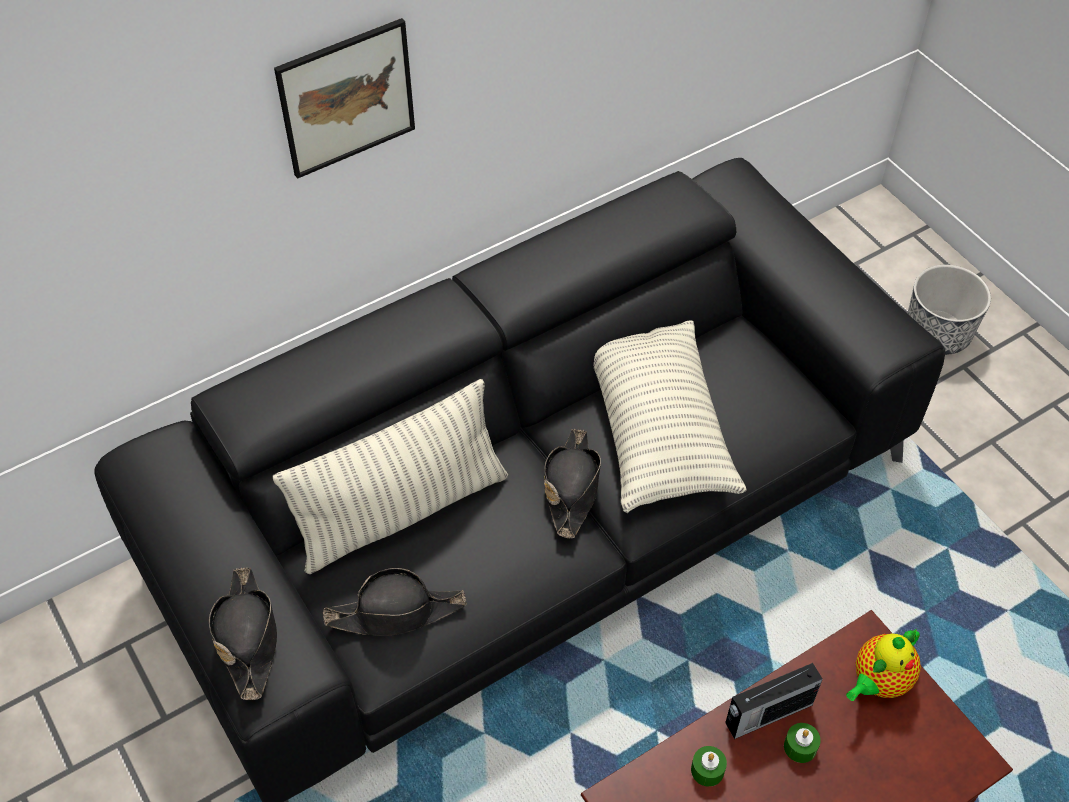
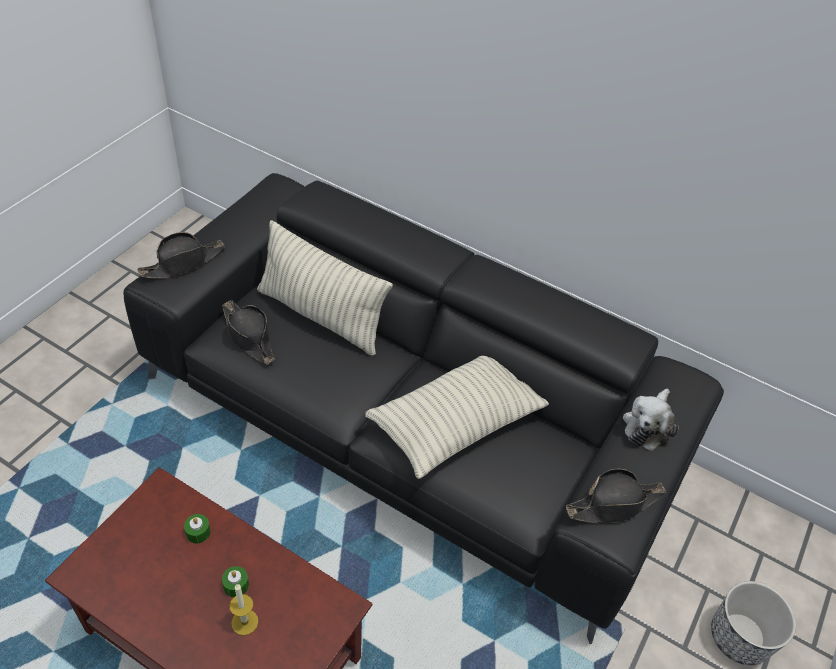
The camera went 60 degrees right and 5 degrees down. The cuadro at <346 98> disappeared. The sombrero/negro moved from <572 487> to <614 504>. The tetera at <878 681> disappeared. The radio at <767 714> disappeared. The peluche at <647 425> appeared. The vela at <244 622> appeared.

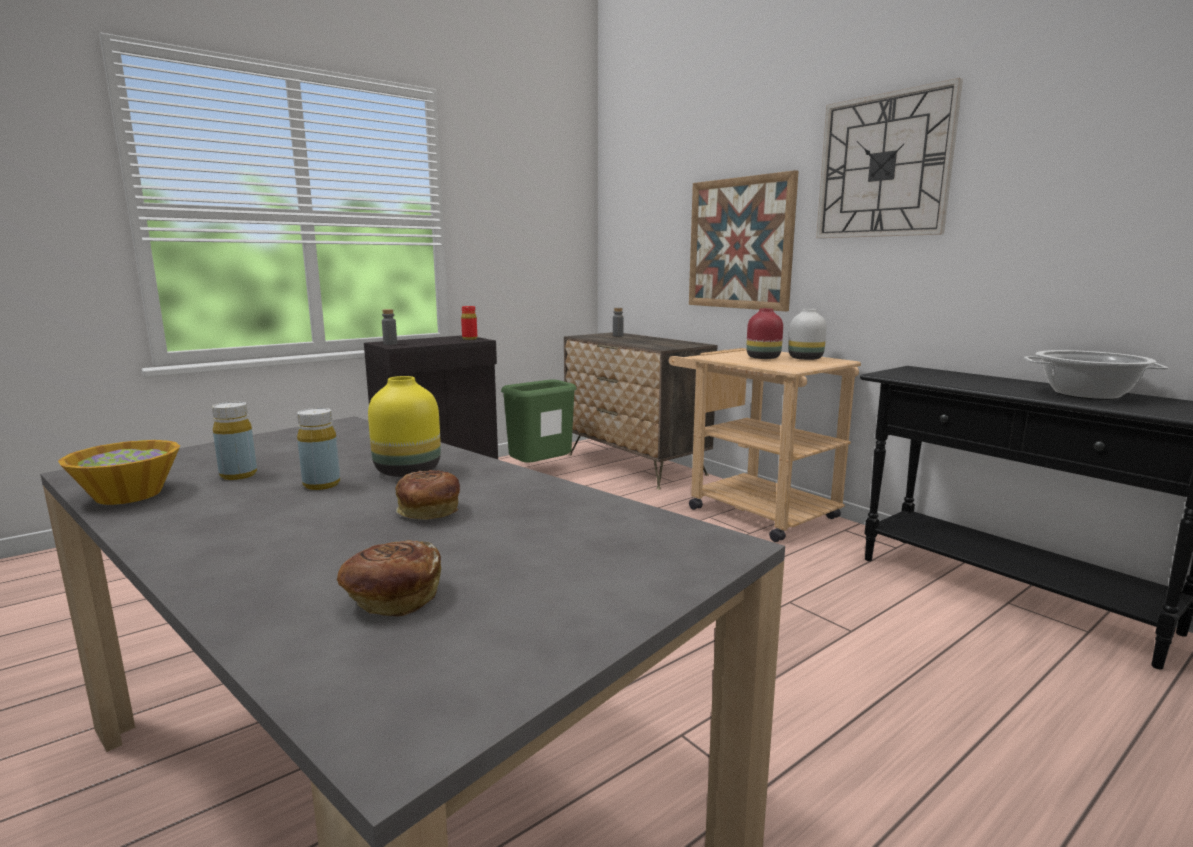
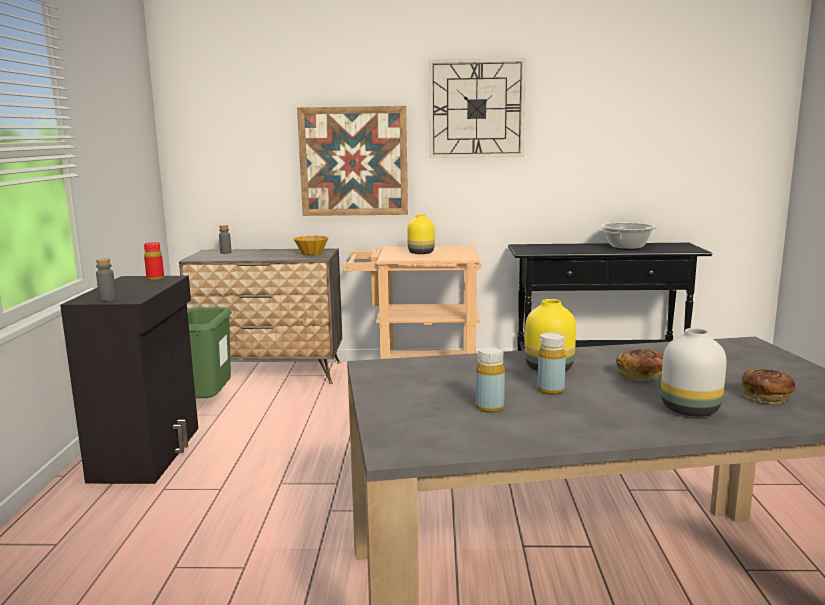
The camera went 50 degrees left and 0 degrees up. The florero/rojo at <762 358> became the florero/amarillo at <420 253>. The florero/blanco moved from <806 358> to <689 409>. The cuenco moved from <129 494> to <311 253>.

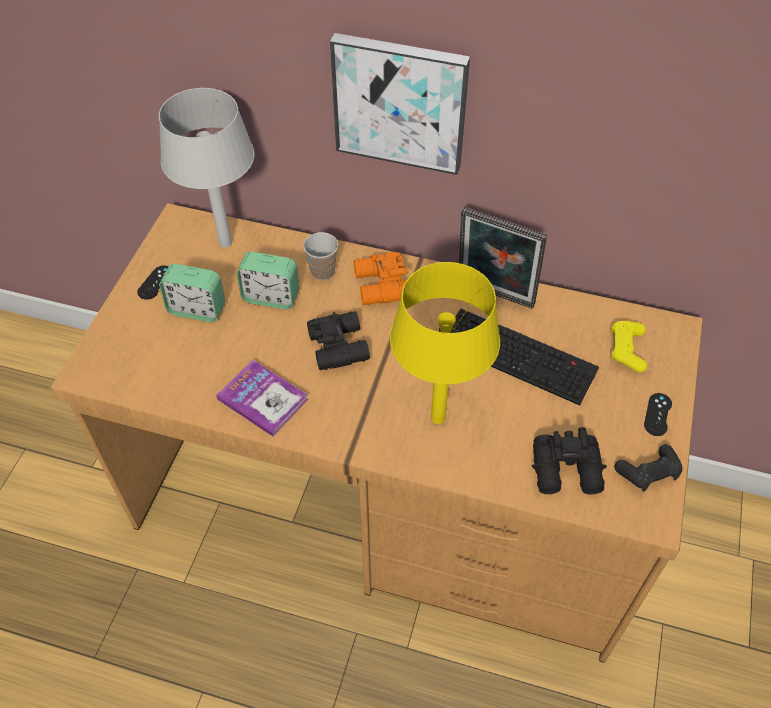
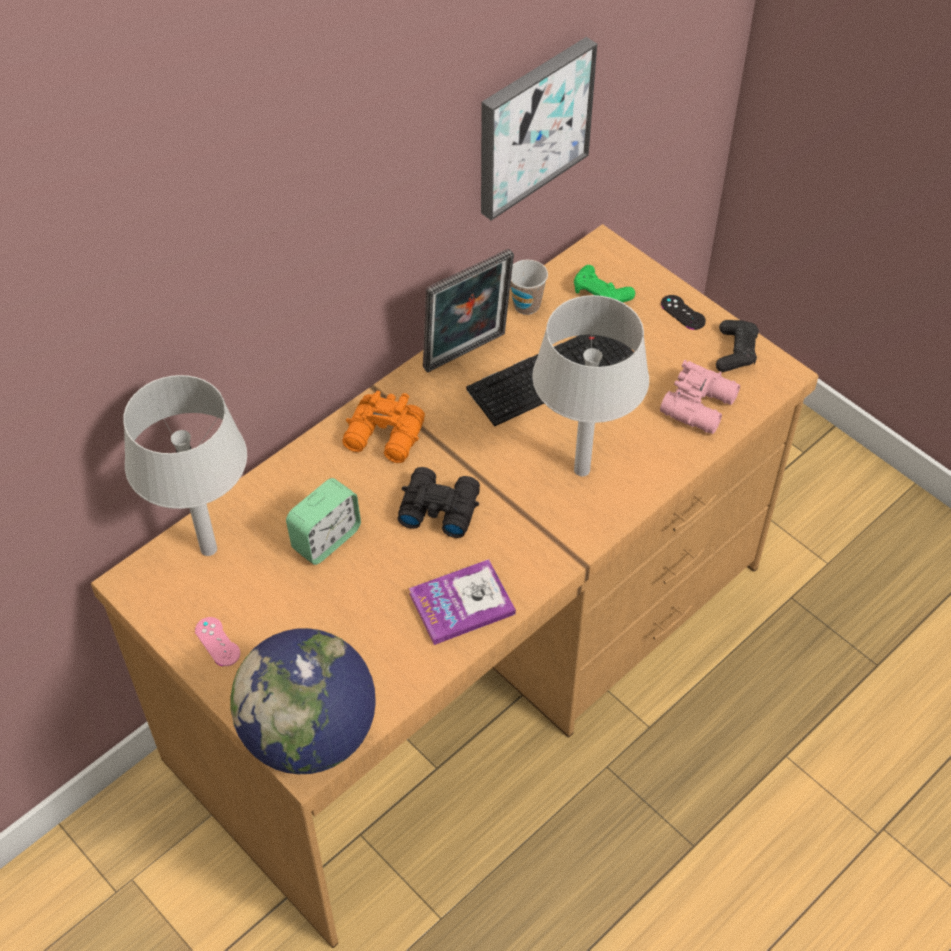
The camera went 60 degrees left and 0 degrees up. The cuadro moved from <400 102> to <532 126>. The taza moved from <323 272> to <526 305>. The lámpara de mesa/amarillo at <436 417> became the lámpara de mesa/gris at <581 470>. The despertador at <197 309> disappeared. The mando de consola/negro at <155 282> became the mando de consola/rosa at <217 642>. The mando de consola/amarillo at <626 350> became the mando de consola/verde at <601 294>. The prismáticos/negro at <567 471> became the prismáticos/rosa at <701 405>. The globo terráqueo at <310 734> appeared.

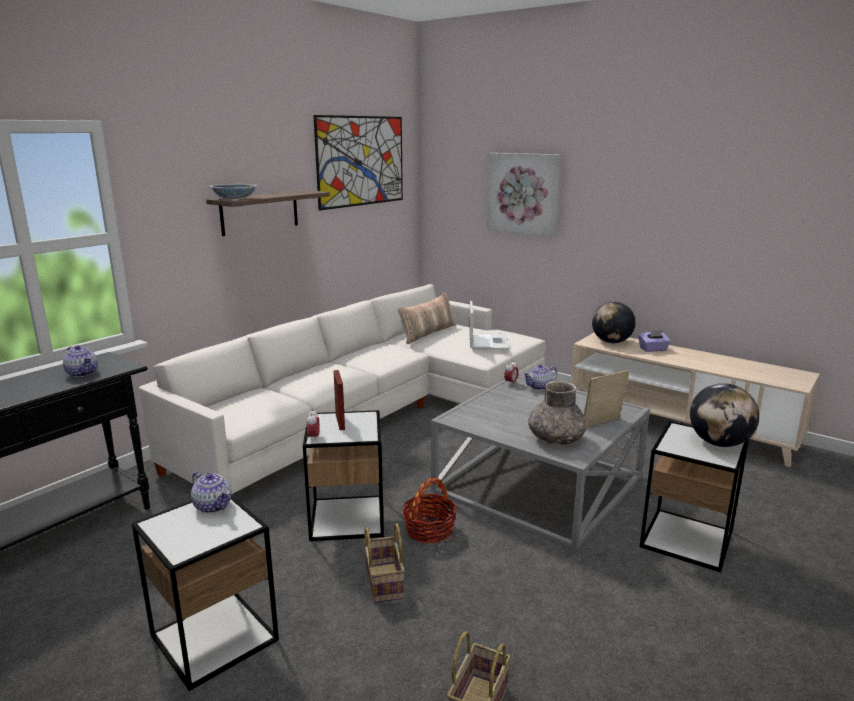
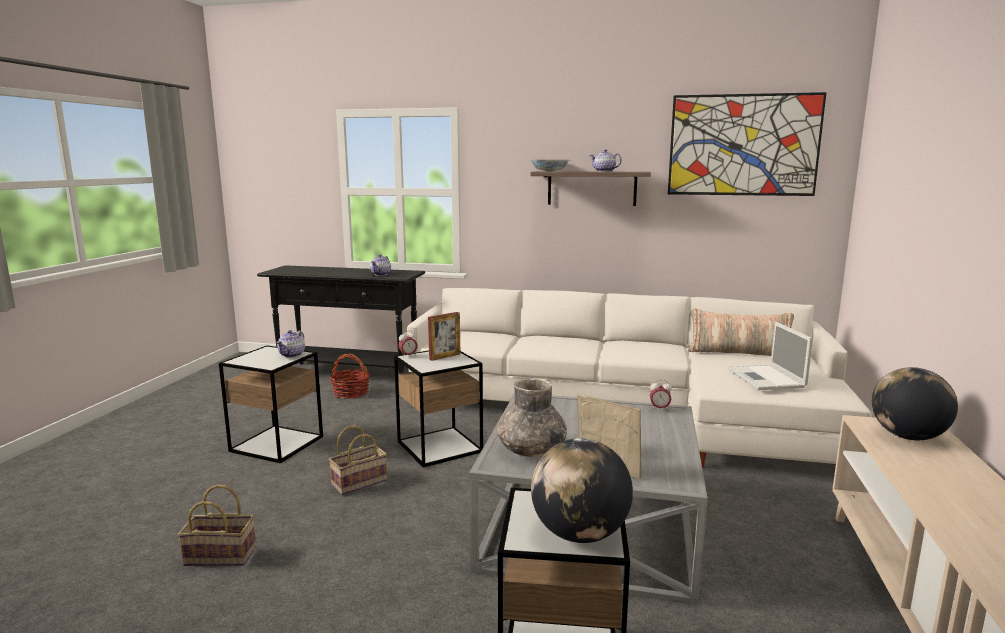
The camera went 65 degrees right and 5 degrees down. The cuadro at <523 193> disappeared. The portátil at <487 342> turned 105 degrees clockwise. The caja de pañuelos/morado at <653 349> disappeared. The tetera moved from <539 387> to <604 171>. The cesta moved from <429 530> to <351 393>.

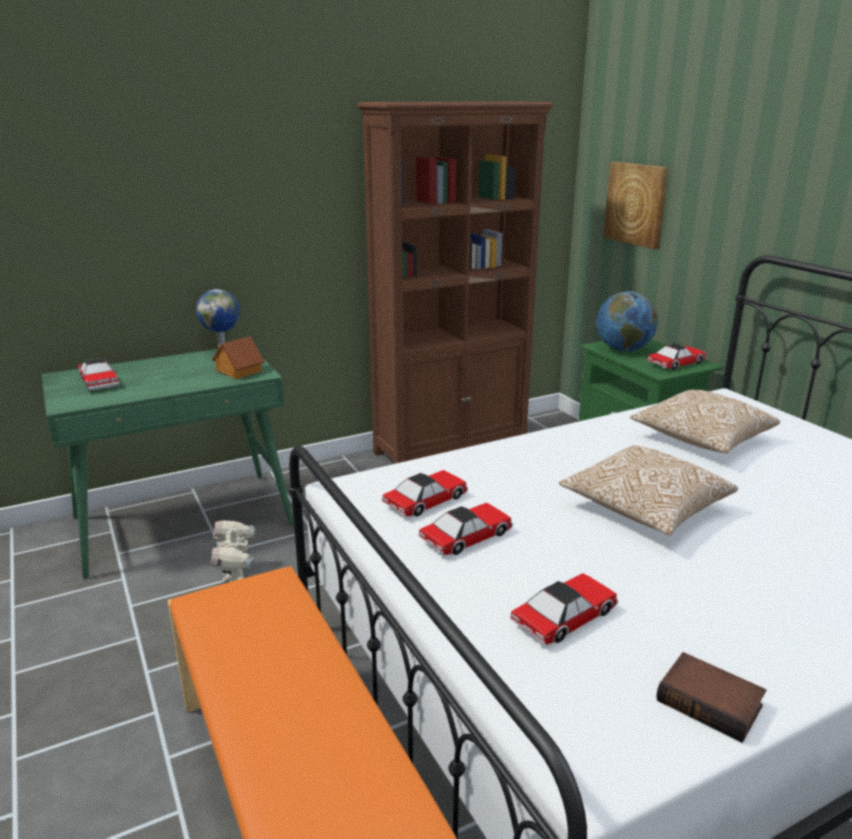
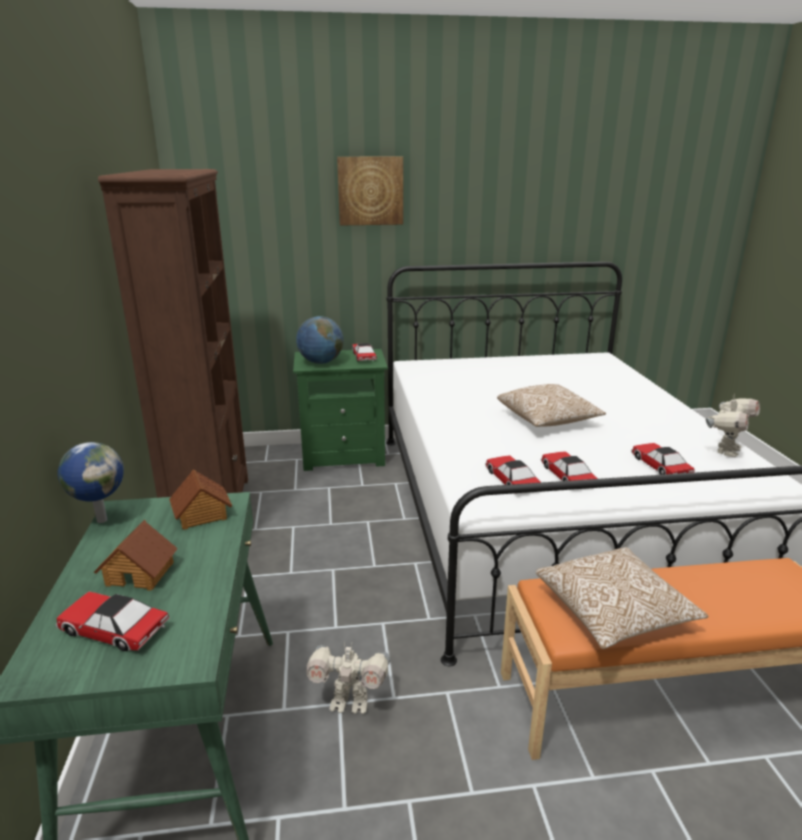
The camera went 70 degrees left and 0 degrees up. The cuadro moved from <637 204> to <370 191>. The coche de juguete at <99 382> turned 150 degrees counterclockwise. The cojín moved from <701 439> to <613 612>. The libro at <711 702> was replaced by the robot de juguete at <725 450>. The casita at <140 573> appeared.

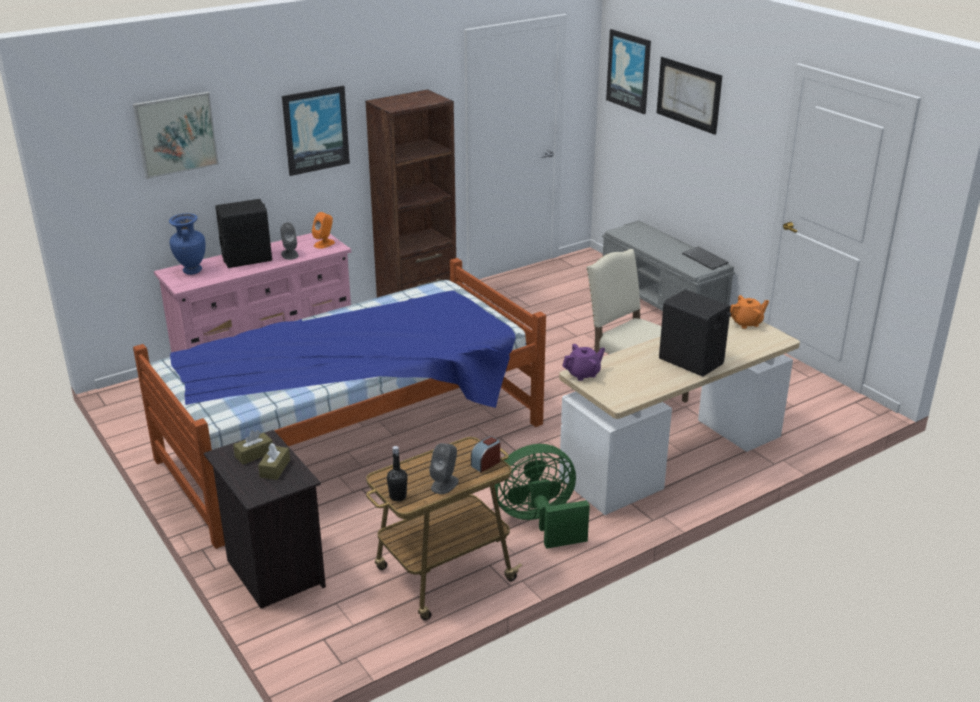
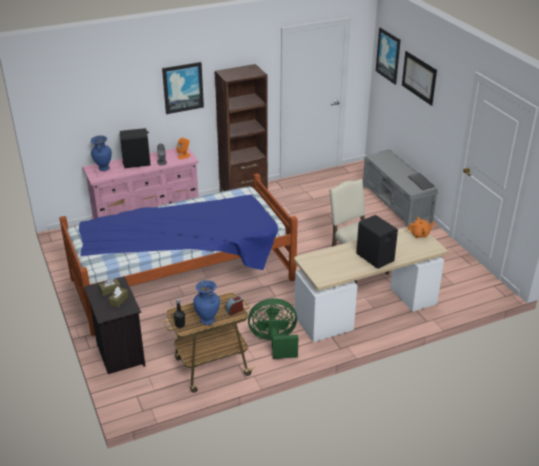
The camera went 10 degrees right and 5 degrees up. The cuadro at <176 134> disappeared. The tetera/morado at <583 374> disappeared. The altavoz/gris at <445 484> was replaced by the florero/azul at <208 320>.

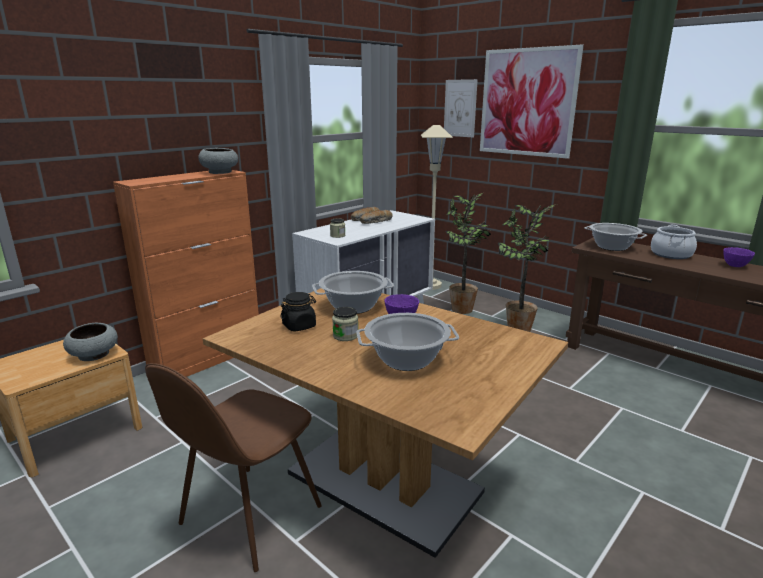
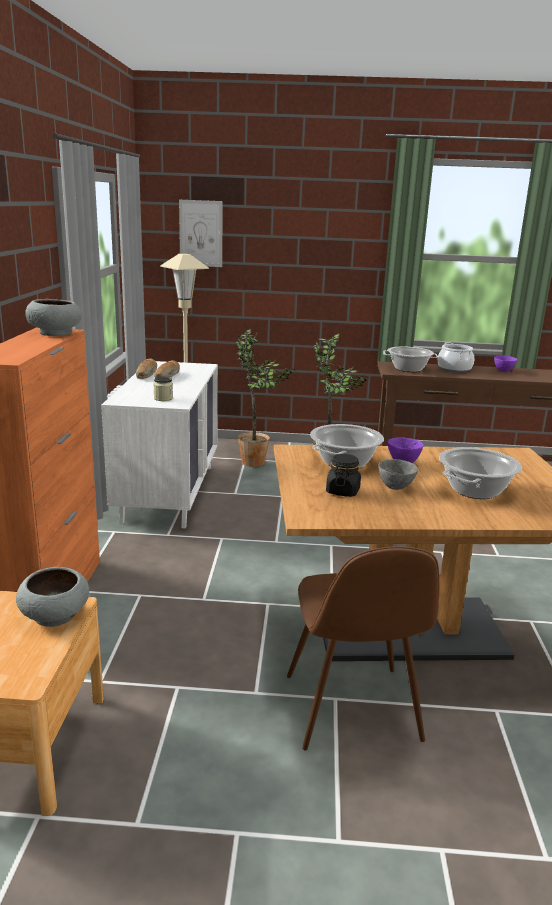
The camera went 40 degrees left and 0 degrees up. The cuadro at <527 102> disappeared. The tarro at <345 336> was replaced by the cuenco/gris at <396 487>.

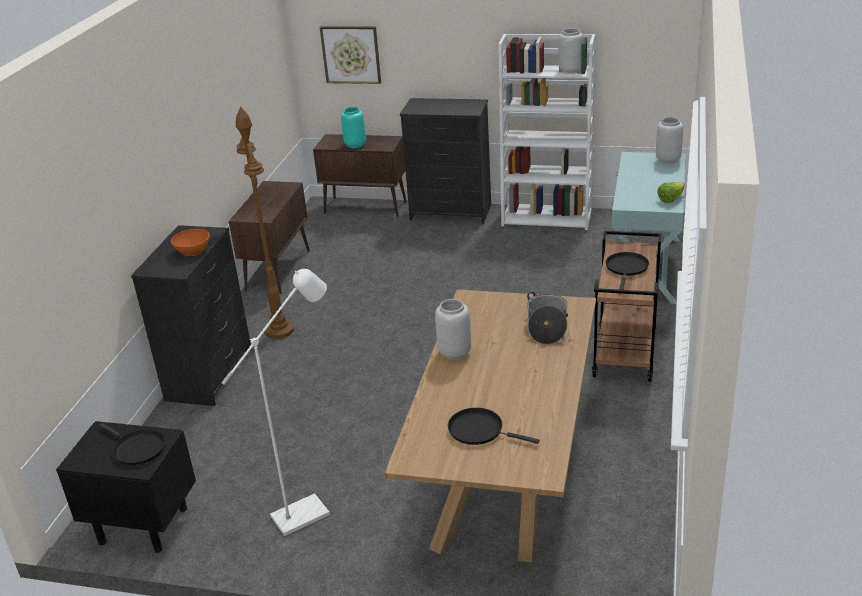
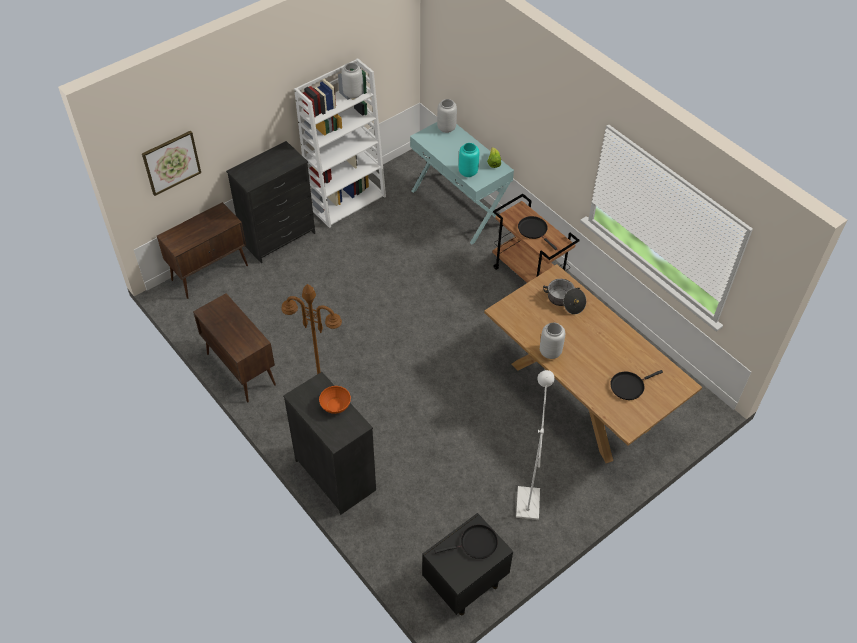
The camera went 55 degrees left and 20 degrees up. The florero/turquesa moved from <355 144> to <467 172>.

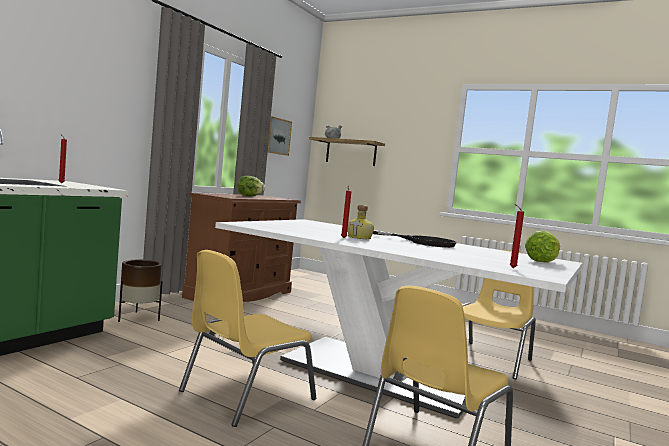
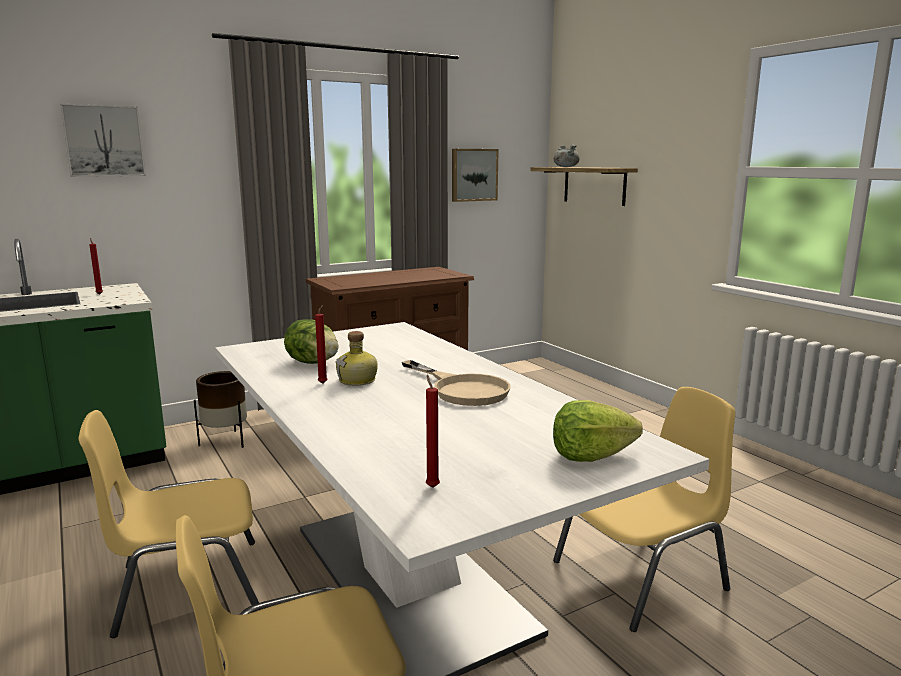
The camera went 30 degrees right and 10 degrees up. The lechuga moved from <249 196> to <313 363>. The sartén/negro at <423 242> became the sartén/beis at <462 389>. The cuadro at <104 141> appeared.

